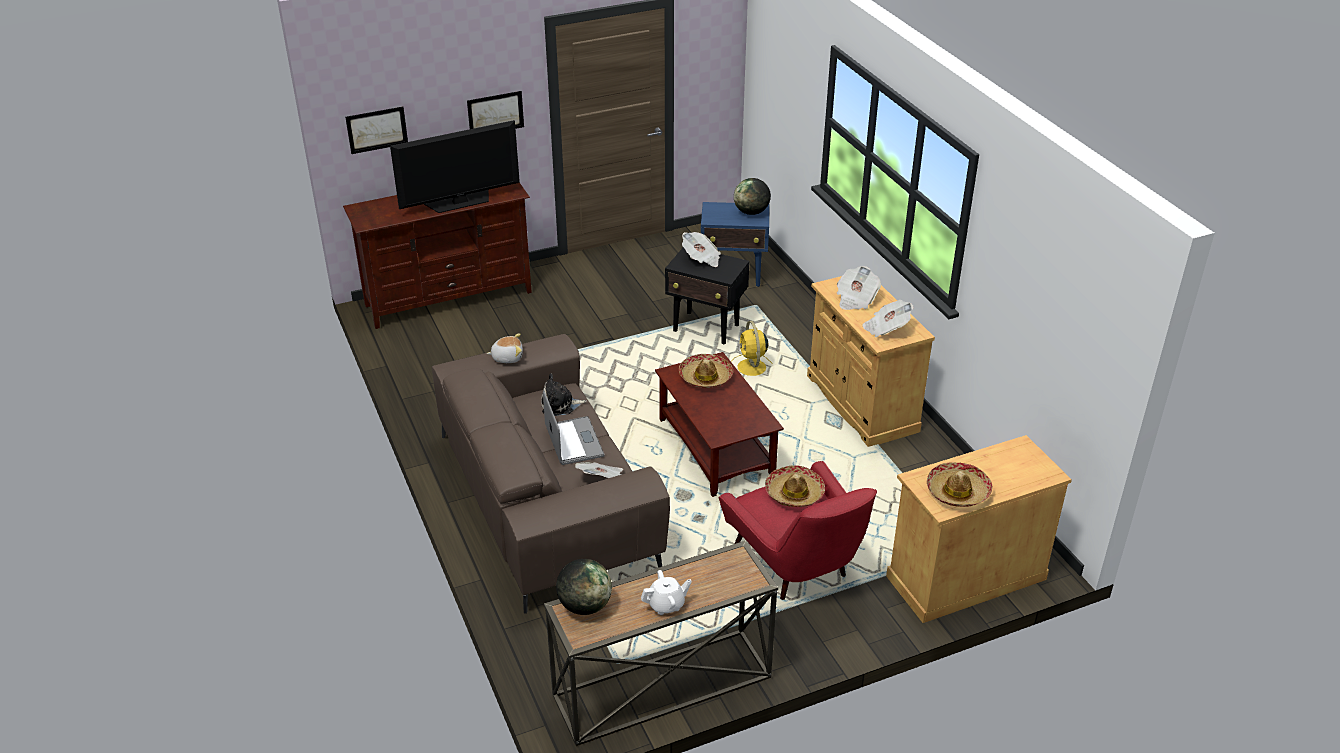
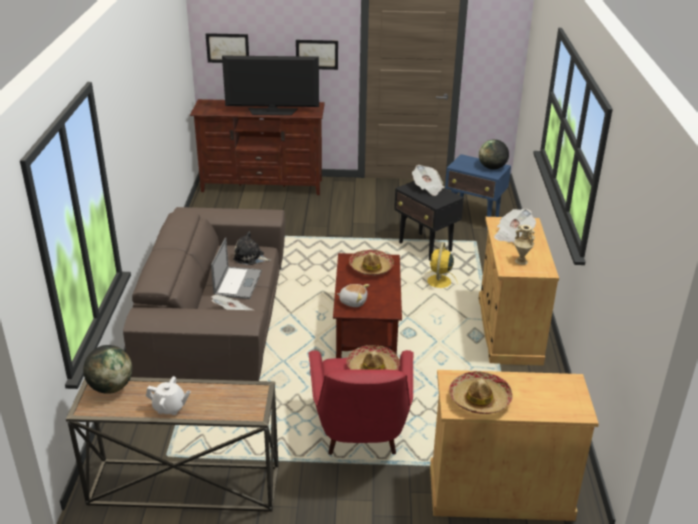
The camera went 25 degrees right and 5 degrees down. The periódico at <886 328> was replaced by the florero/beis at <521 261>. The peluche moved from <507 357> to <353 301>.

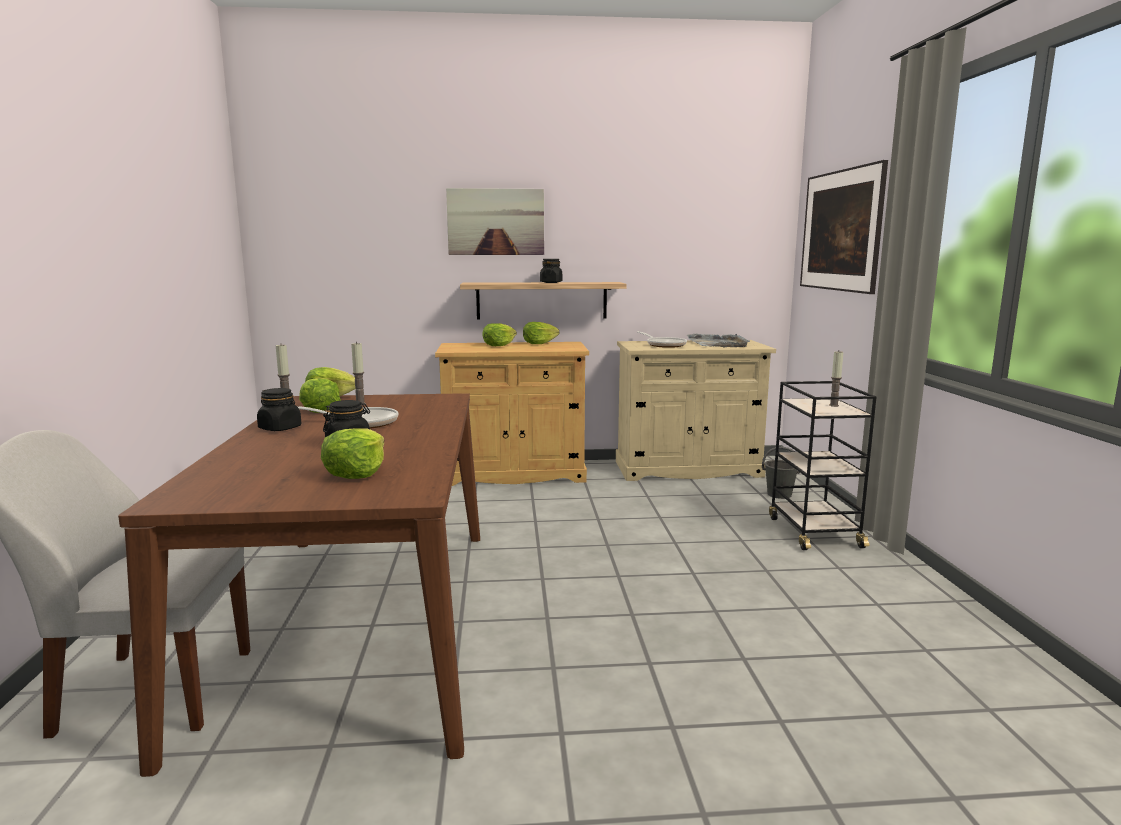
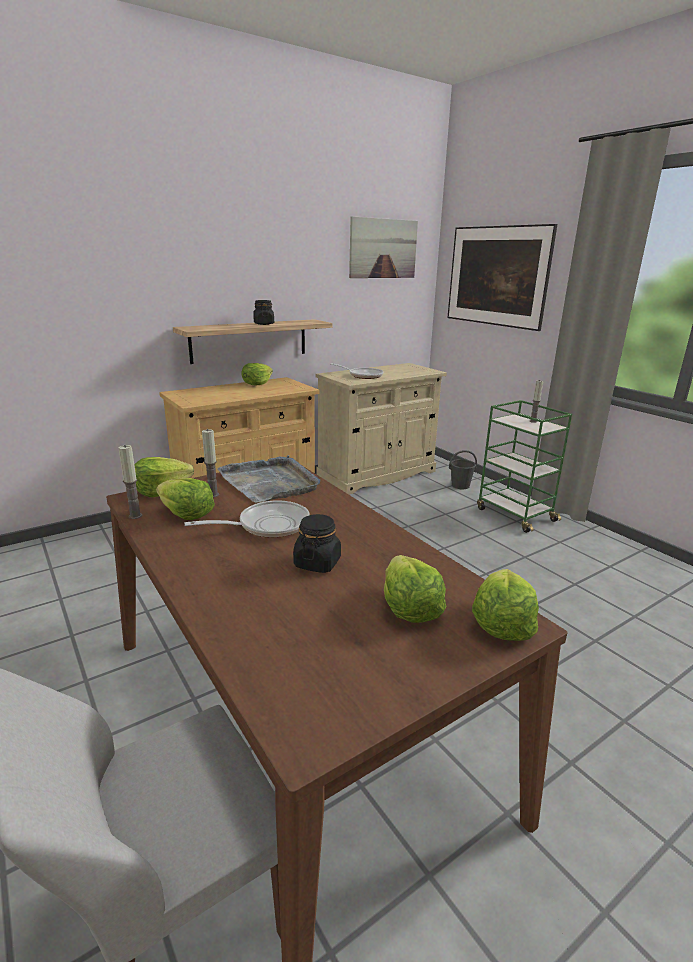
The camera went 30 degrees left and 10 degrees up. The cuadro moved from <496 222> to <383 248>. The lechuga moved from <499 345> to <501 623>. The bandeja/gris moved from <718 343> to <270 482>. The carrito/negro at <813 532> became the carrito/verde at <514 514>. The tarro/negro at <280 428> disappeared.

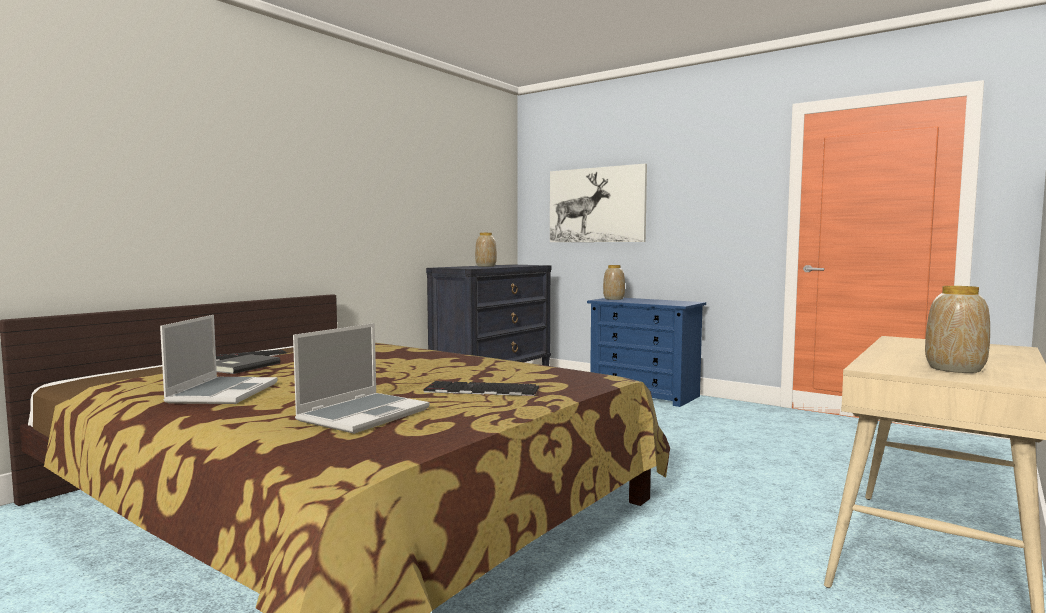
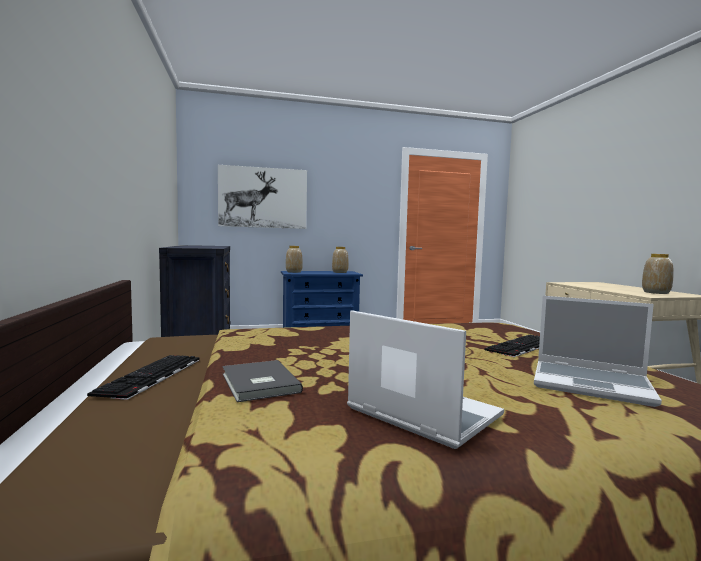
The camera went 50 degrees left and 0 degrees up. The florero moved from <486 266> to <340 272>. The portátil at <364 414> turned 135 degrees clockwise.

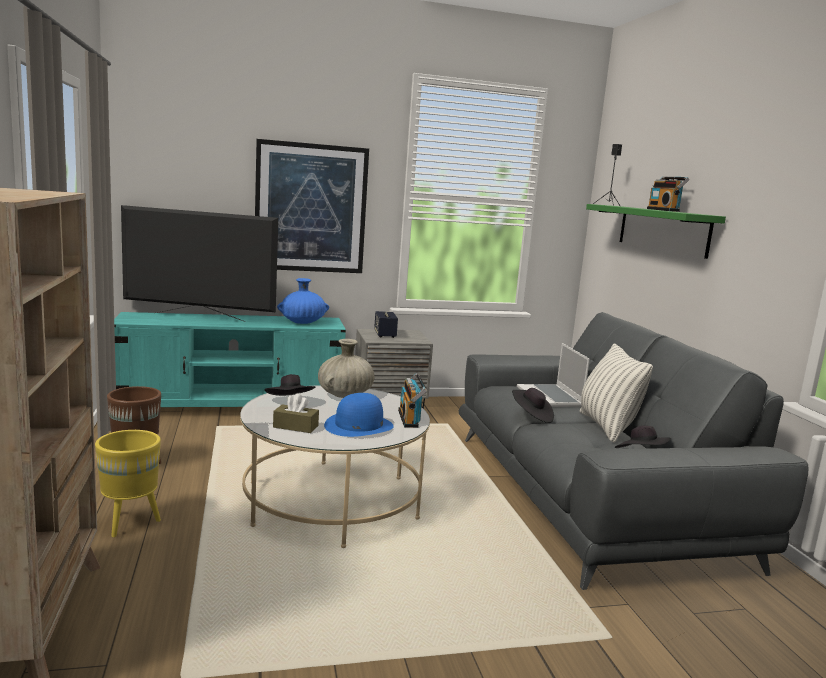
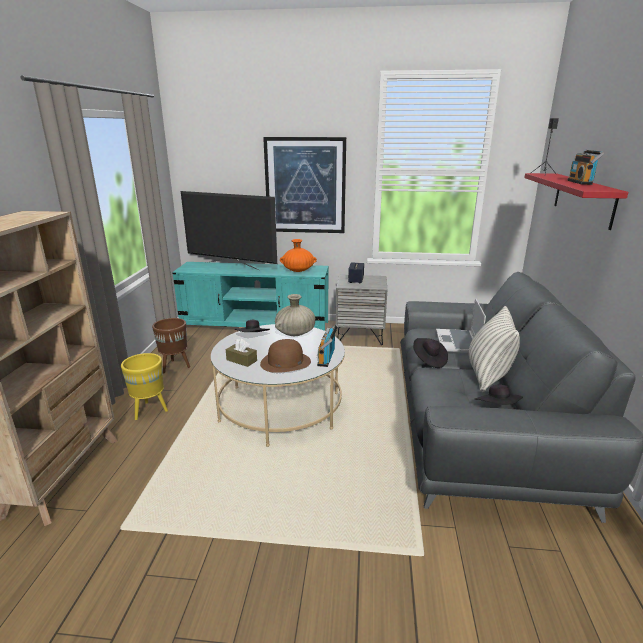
The camera went 20 degrees right and 10 degrees up. The estante/verde at <662 230> became the estante/rojo at <583 199>. The florero/azul at <303 322> became the florero/naranja at <298 270>. The sombrero/azul at <358 426> became the sombrero/marrón at <285 362>.

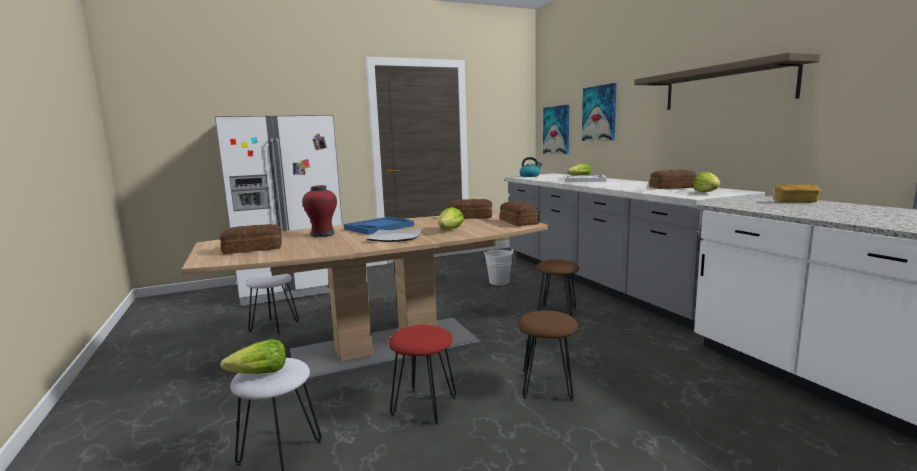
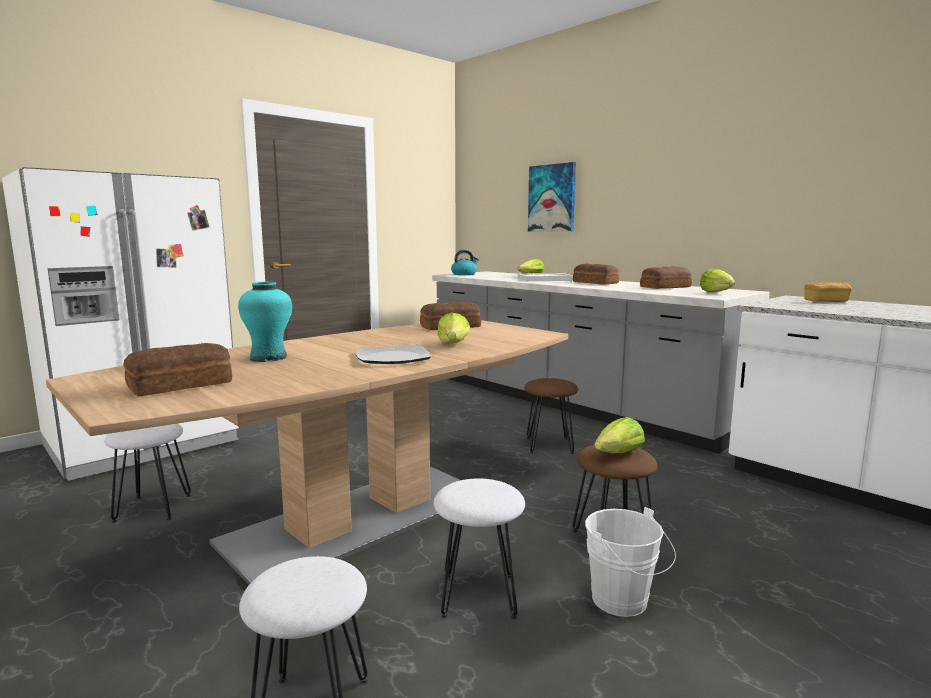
The camera went 20 degrees left and 0 degrees up. The estante at <726 87> disappeared. The cuadro at <556 130> disappeared. The florero/rojo at <323 235> became the florero/turquesa at <269 358>. The pan moved from <518 222> to <595 283>. The bandeja/azul at <379 227> disappeared. The cubo/blanco moved from <500 282> to <624 603>. The taburete/rojo at <423 406> became the taburete/blanco at <478 596>. The lechuga moved from <259 374> to <619 454>.

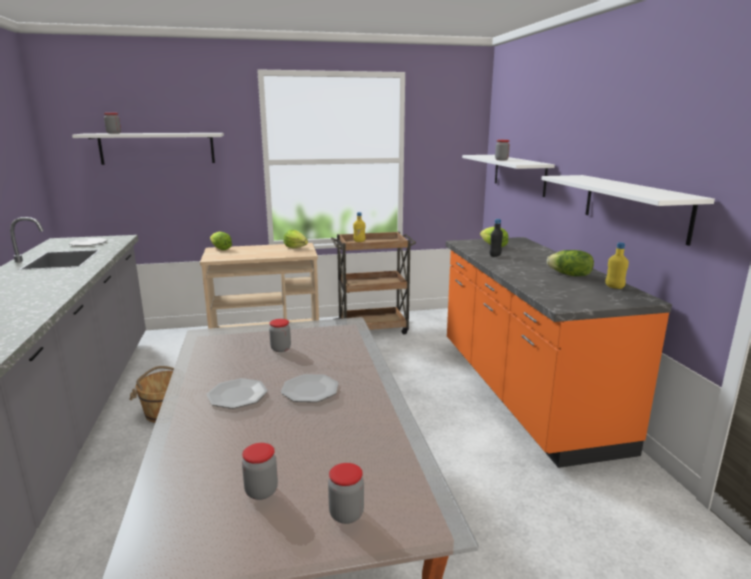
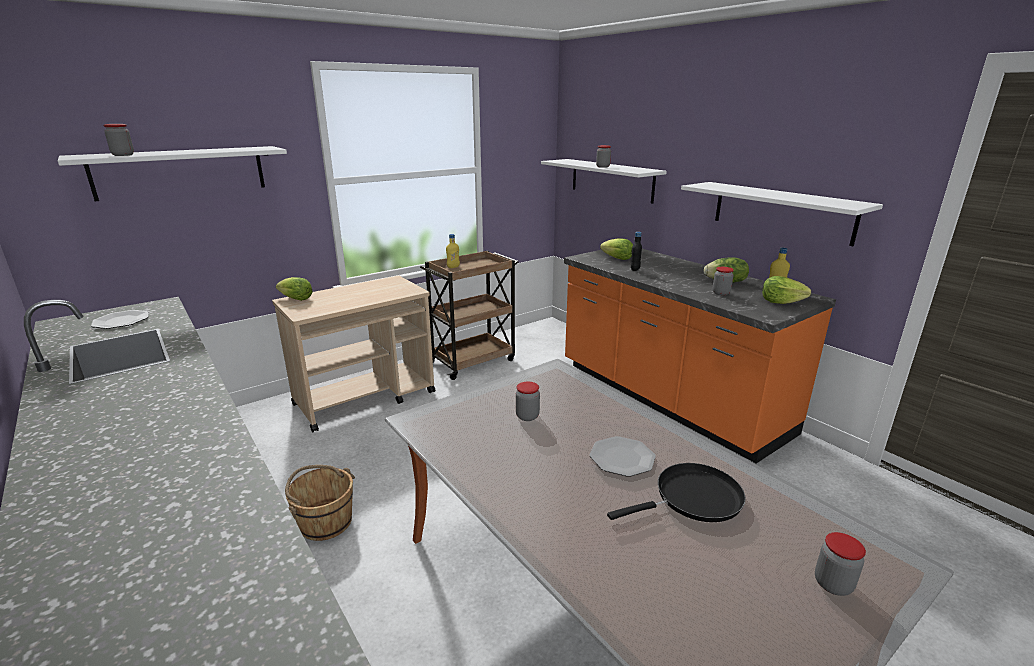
The camera went 25 degrees left and 5 degrees up. The lechuga moved from <296 248> to <780 302>. The plato at <237 395> disappeared. The tarro moved from <261 491> to <721 293>. The sartén/negro at <693 498> appeared.

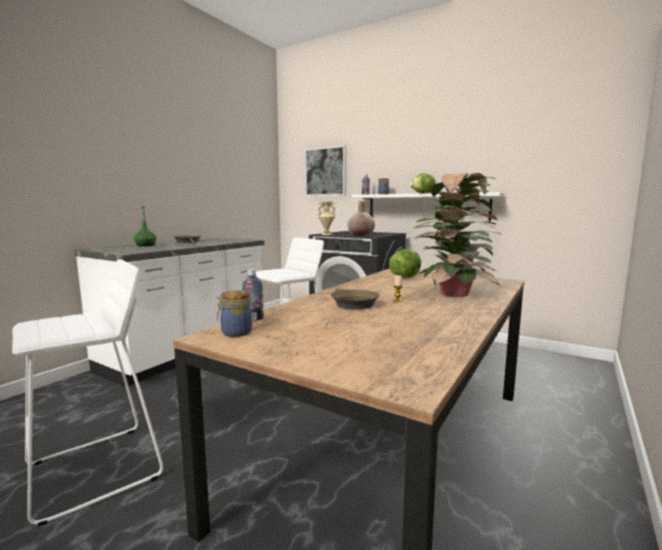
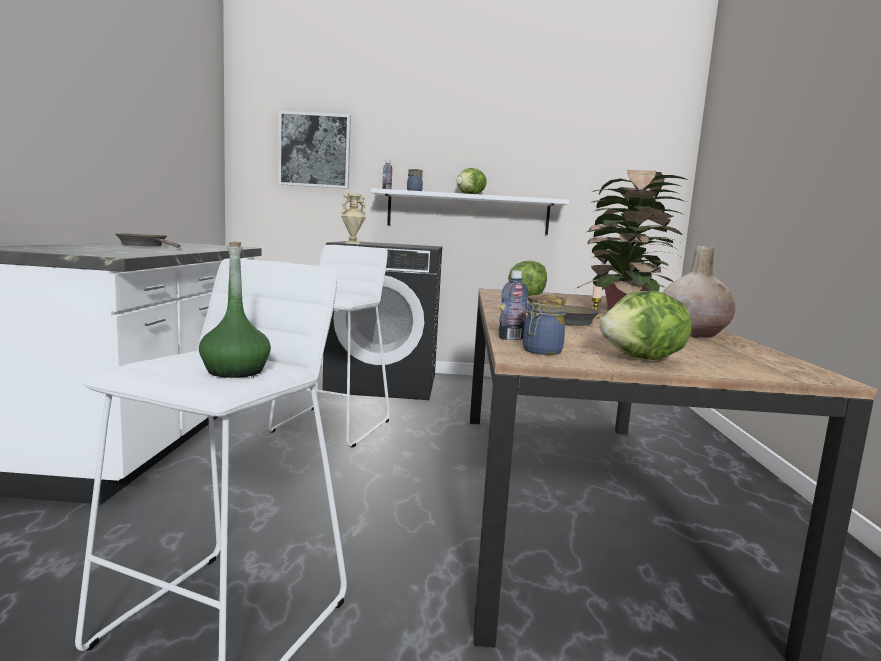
The camera went 30 degrees left and 0 degrees up. The florero/beis moved from <361 235> to <692 334>. The botella/verde moved from <145 245> to <235 371>. The lechuga at <643 359> appeared.

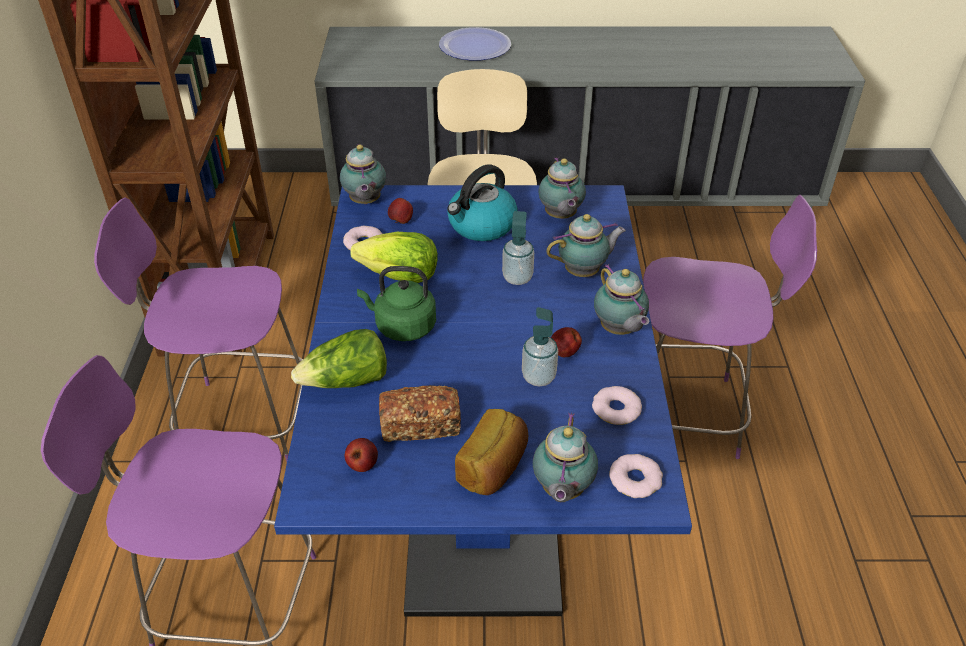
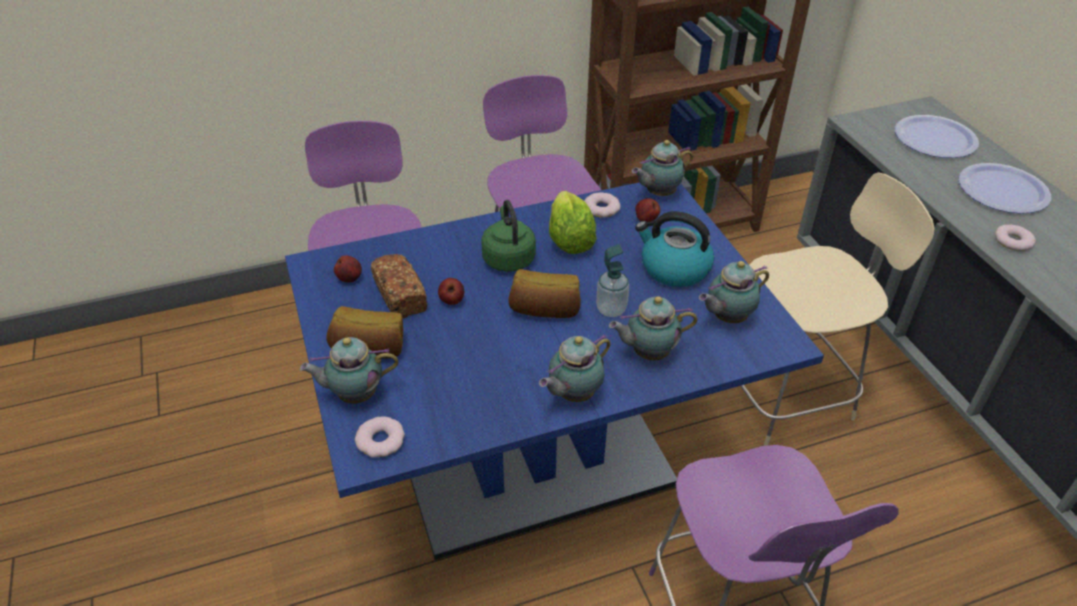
The camera went 70 degrees right and 0 degrees up. The tetera at <584 272> turned 120 degrees clockwise. The dispensador de jabón at <538 377> disappeared. The manzana moved from <564 352> to <452 301>. The lechuga at <346 381> disappeared. The rosquilla moved from <616 409> to <1012 241>. The plato at <935 138> appeared. The pan at <545 309> appeared.

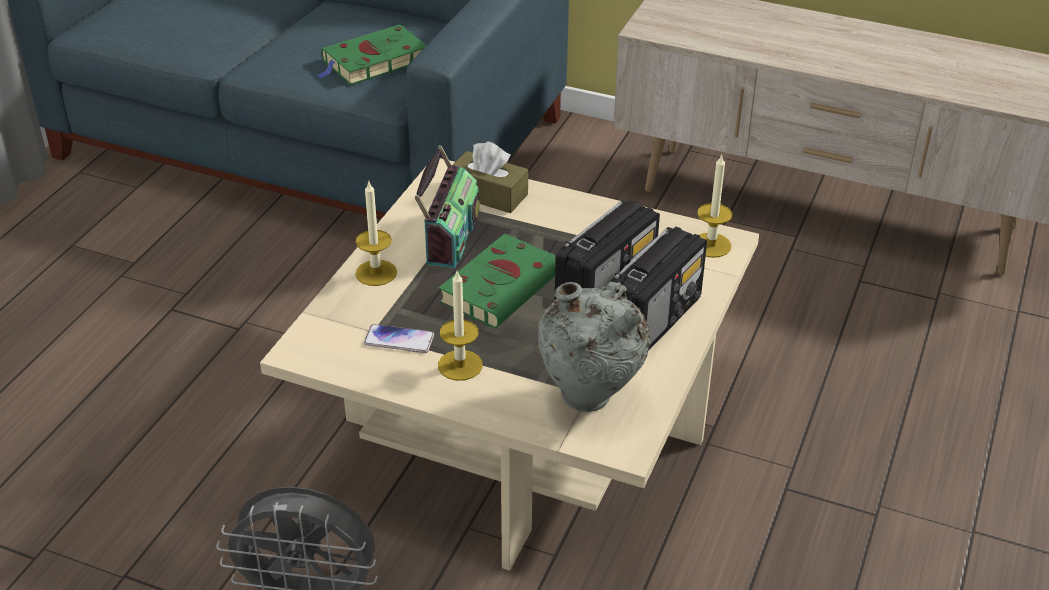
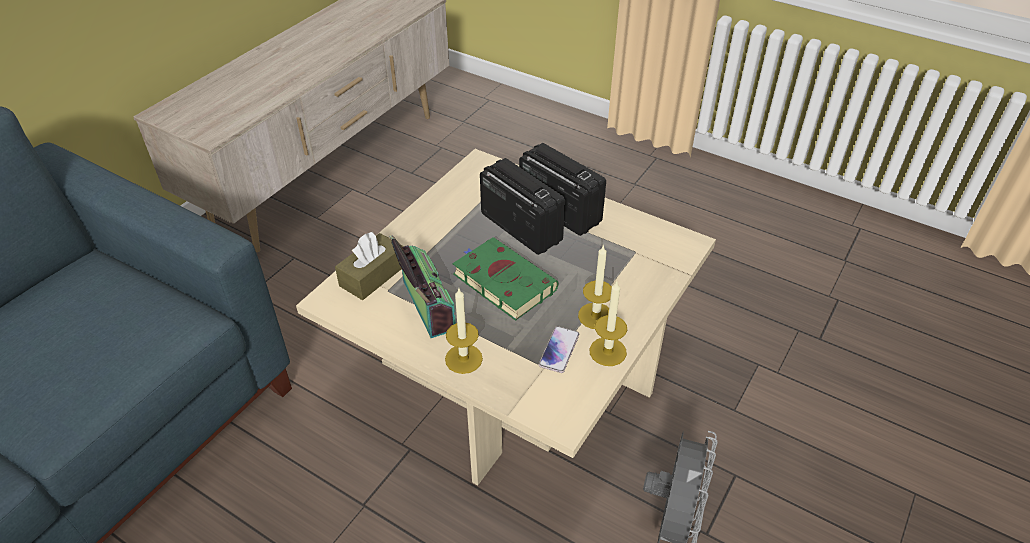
The camera went 80 degrees left and 5 degrees up. The libro/verde at <373 62> disappeared. The radio at <449 236> turned 45 degrees clockwise. The vela moved from <711 245> to <607 351>. The florero/gris at <590 401> disappeared.

